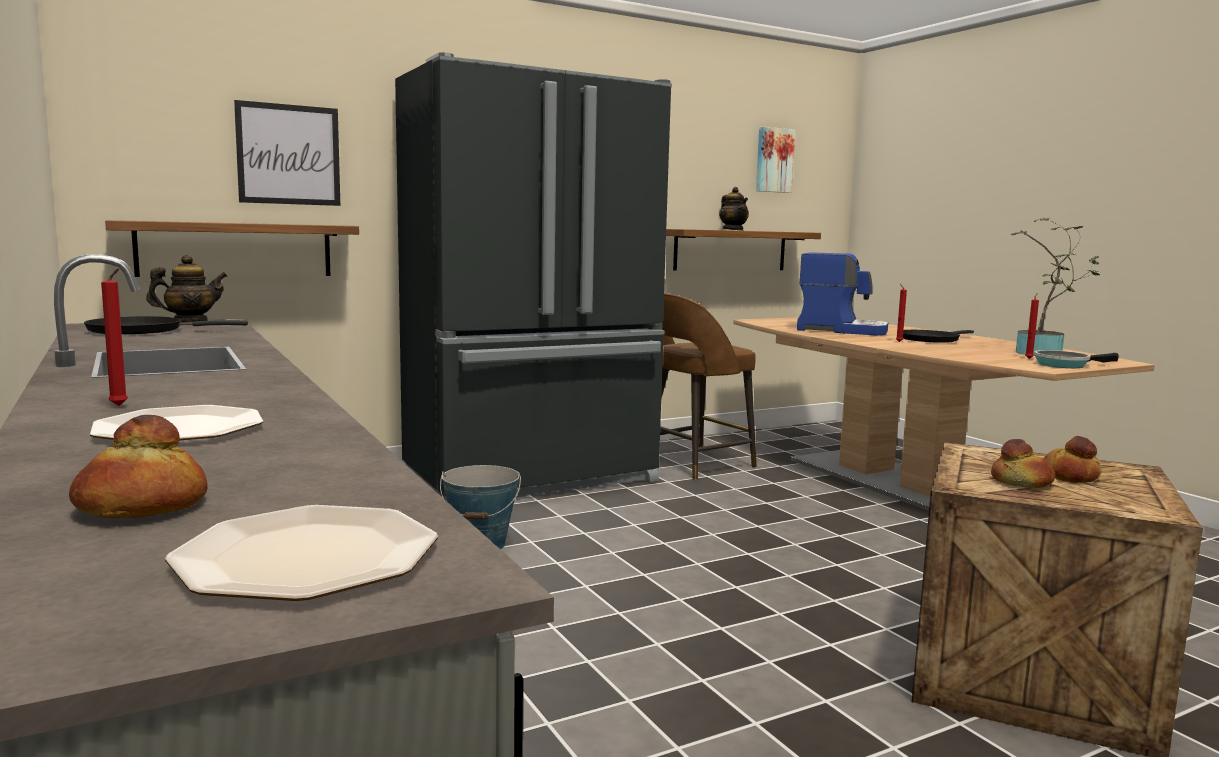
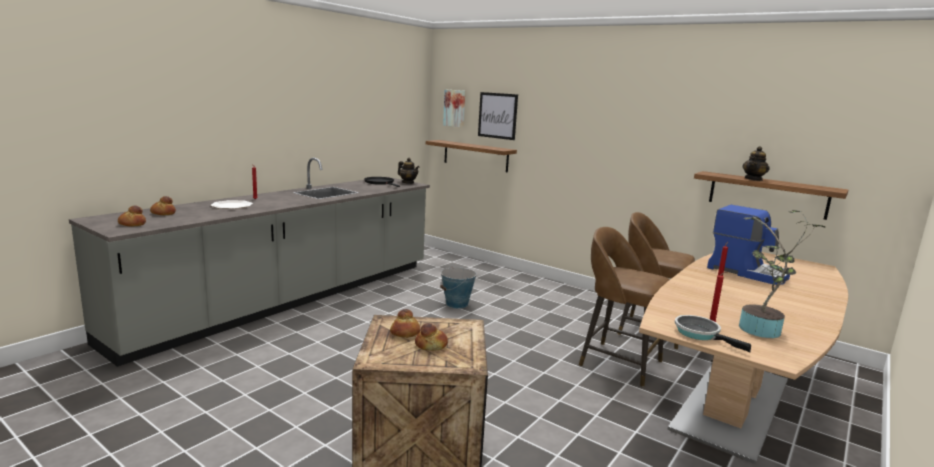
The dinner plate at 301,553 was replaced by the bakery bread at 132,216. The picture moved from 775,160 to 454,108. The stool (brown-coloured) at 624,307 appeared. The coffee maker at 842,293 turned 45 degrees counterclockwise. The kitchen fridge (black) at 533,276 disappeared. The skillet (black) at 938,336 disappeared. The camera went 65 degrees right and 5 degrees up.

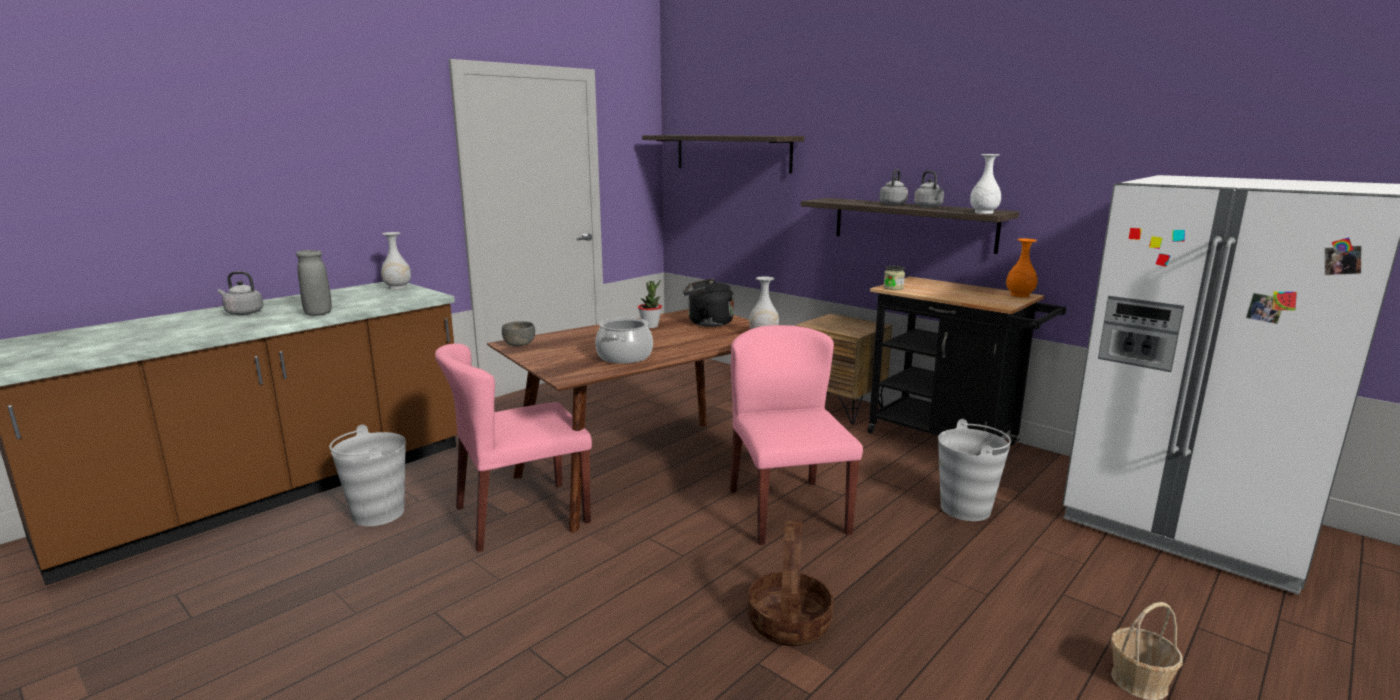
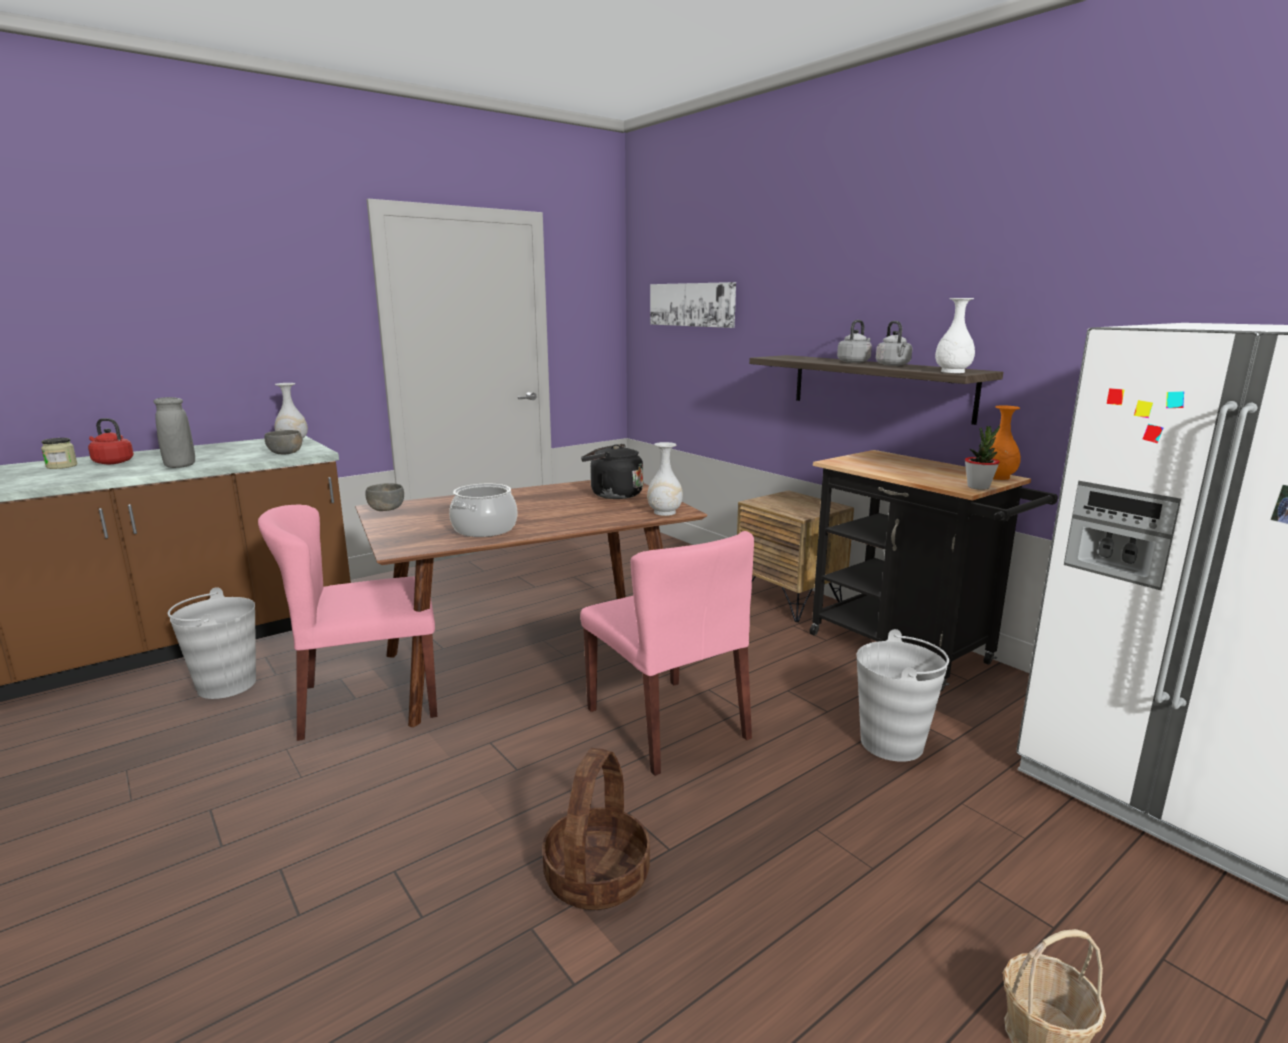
The preserve jar moved from 894,278 to 59,453. The tea kettle (gray) at 241,293 became the tea kettle (red) at 111,441. The bowl (gray) at 283,442 appeared. The plain chair (pink-coloured) at 796,435 turned 150 degrees clockwise. The wall shelf at 723,154 was replaced by the picture at 693,305. The houseplant moved from 650,304 to 982,457. The camera went 10 degrees right and 0 degrees up.

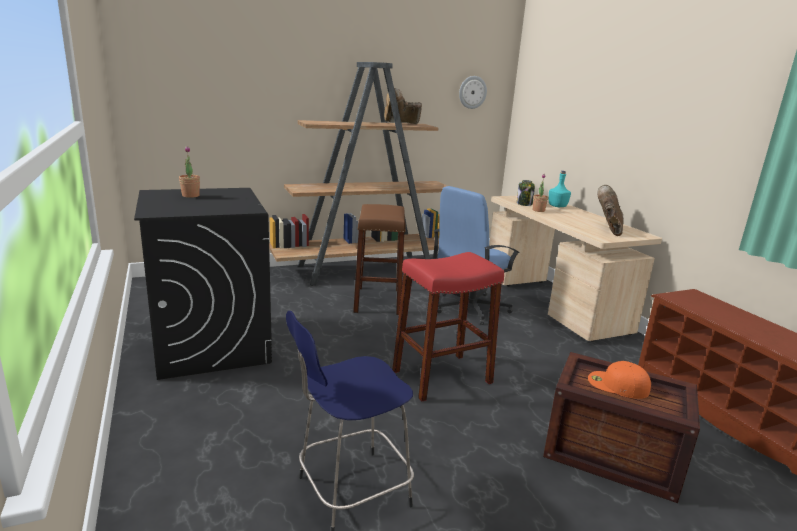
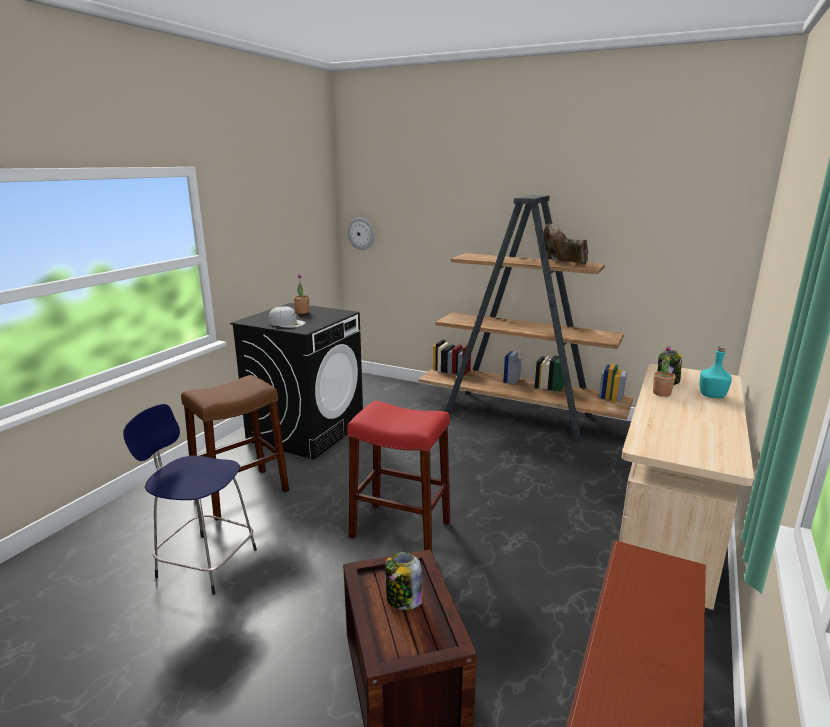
The stool (brown-coloured) moved from 379,259 to 235,448. The peaked cap (white-coloured) at 286,317 appeared. The wall clock moved from 473,92 to 361,234. The peaked cap (orange-coloured) at 619,380 was replaced by the preserve jar at 404,581. The office chair (bluish) at 476,255 disappeared. The tall boot (brown-coloured) at 610,210 disappeared. The camera went 50 degrees right and 0 degrees up.

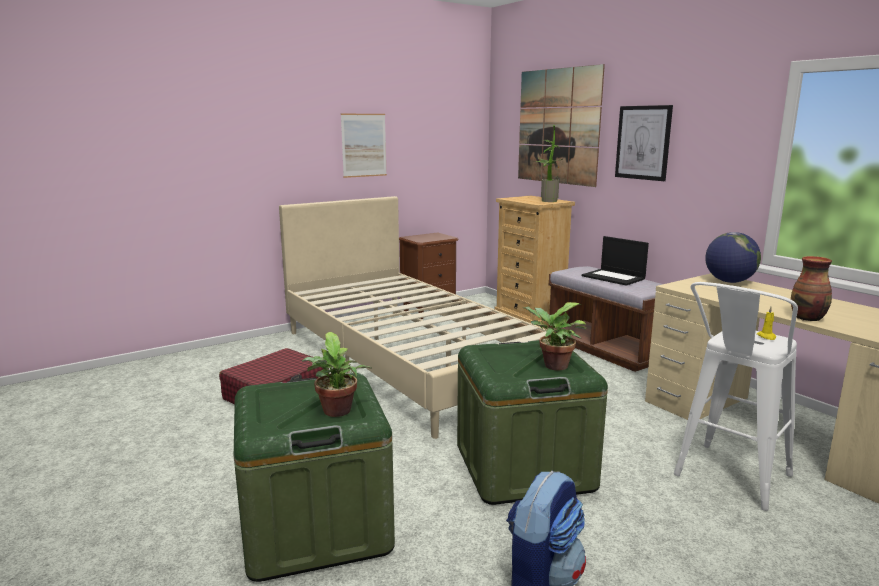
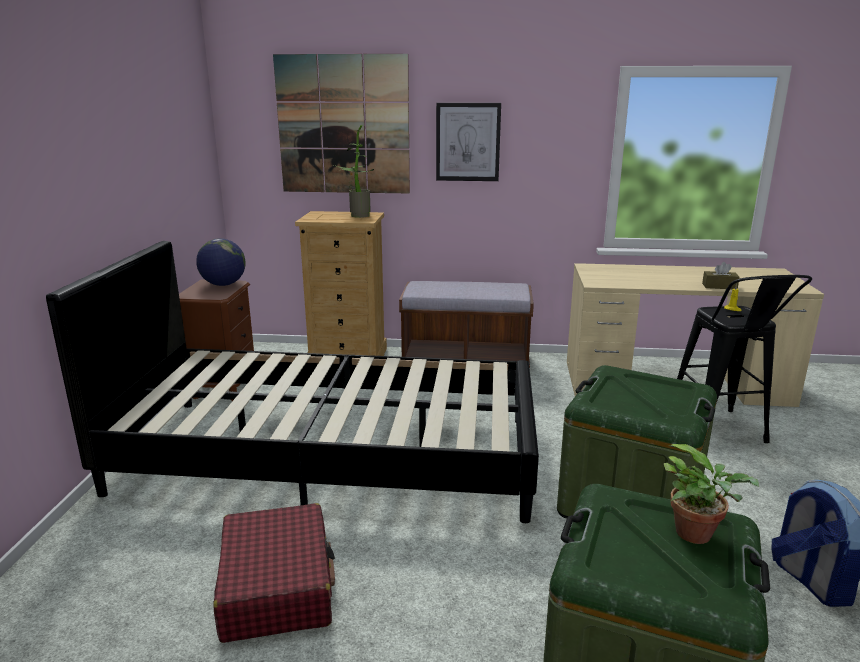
The bedroom bed (beige) at 415,317 became the bedroom bed (black) at 292,382. The world globe moved from 733,257 to 221,262. The stool (white-coloured) at 736,396 became the stool (black) at 744,359. The flower vase at 811,288 was replaced by the box of tissues (brown-coloured) at 721,275. The picture at 364,146 disappeared. The houseplant at 555,336 disappeared. The portable computer at 615,261 disappeared. The camera went 50 degrees left and 5 degrees up.

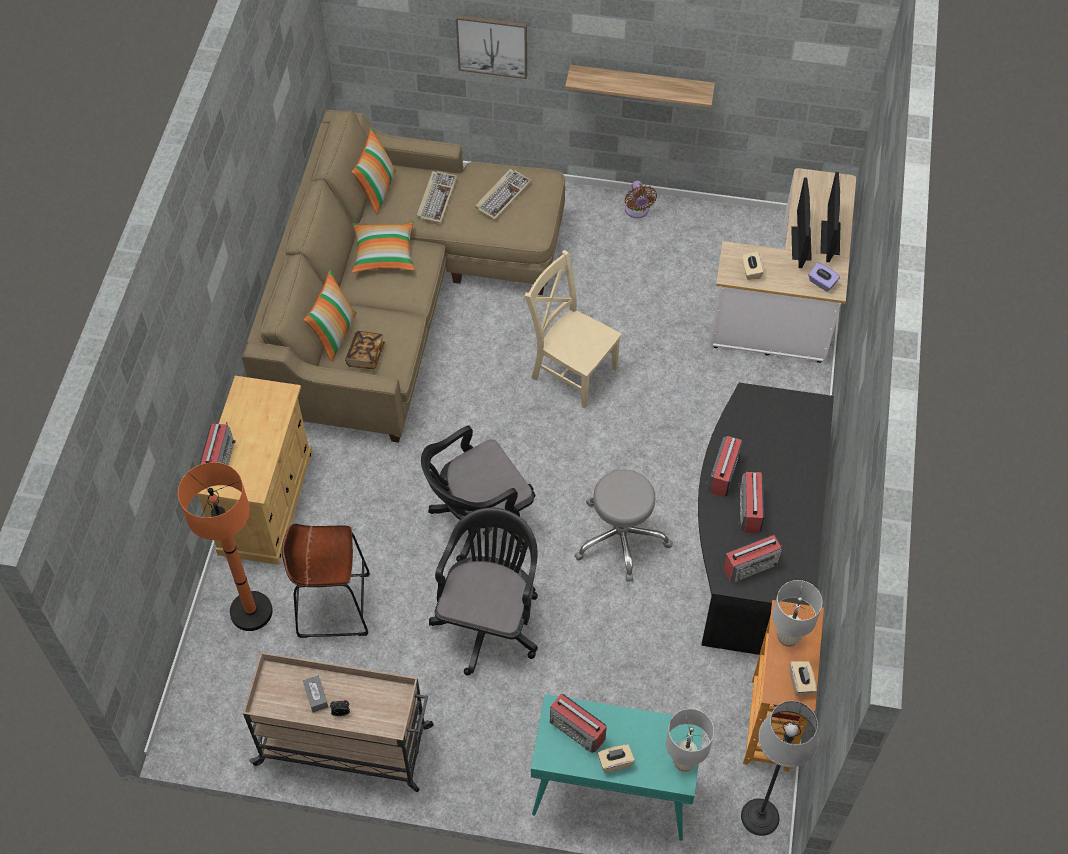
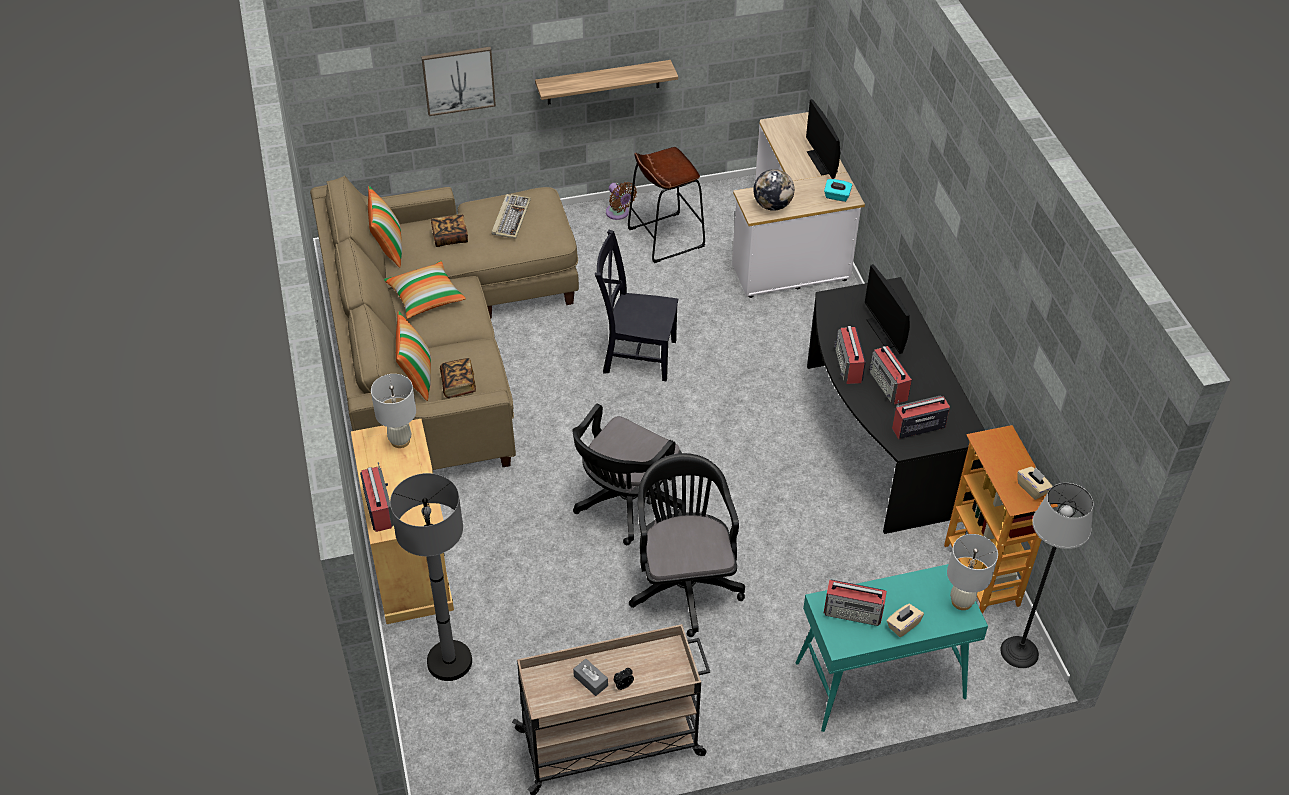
The lamp for a table (white-coloured) moved from 797,613 to 393,411. The standard lamp (orange-coloured) at 225,546 became the standard lamp (gray) at 431,577. The keyboard at 437,197 was replaced by the bound book at 449,231. The plain chair (beige) at 573,329 became the plain chair (black) at 636,305. The stool (brown-coloured) moved from 326,581 to 666,205. The box of tissues (beige) at 753,265 was replaced by the world globe at 773,190. The box of tissues (purple) at 824,277 became the box of tissues (turquoise) at 838,190. The computer display moved from 801,222 to 887,309. The radio receiver at 752,559 turned 150 degrees counterclockwise. The stool (gray) at 623,526 disappeared. The camera went 25 degrees left and 10 degrees down.

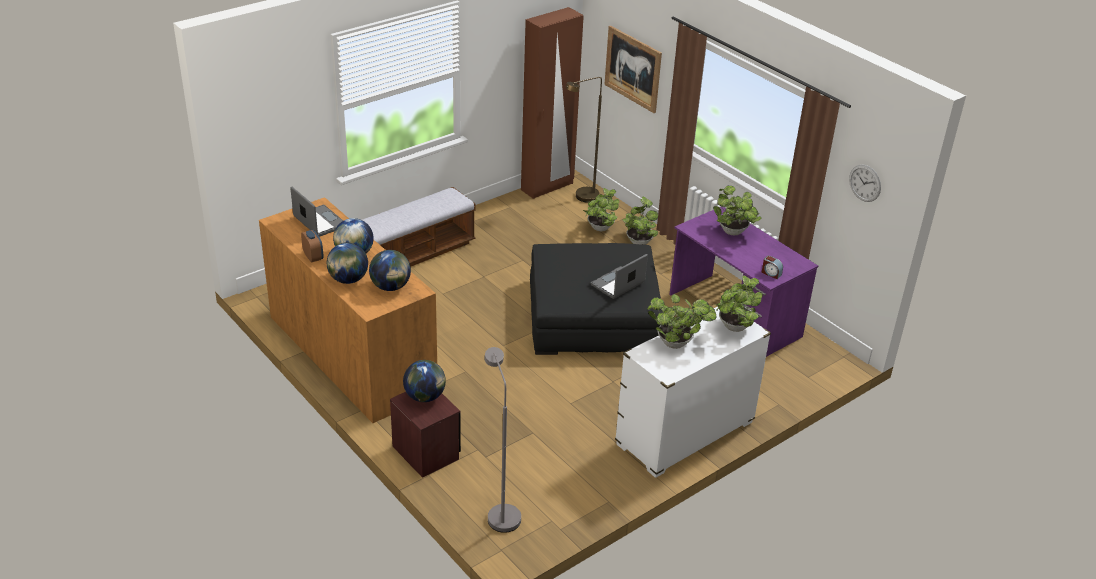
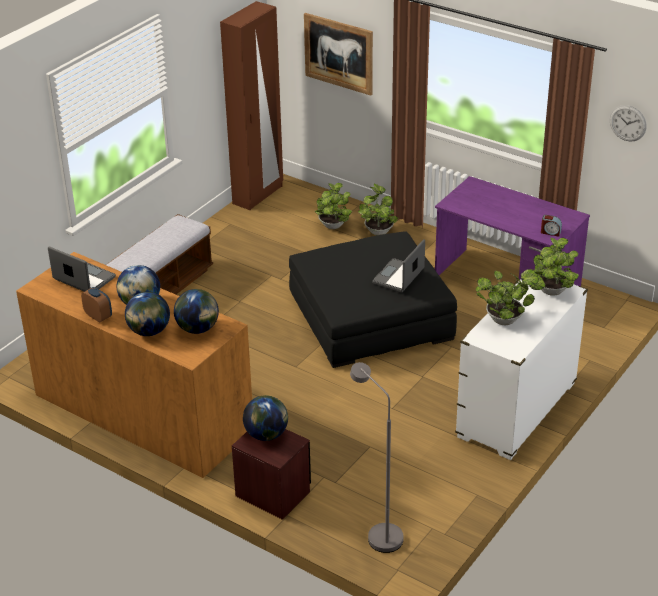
The standard lamp (brown-coloured) at 584,140 disappeared. The houseplant at 737,210 disappeared. The camera went 15 degrees left and 0 degrees up.

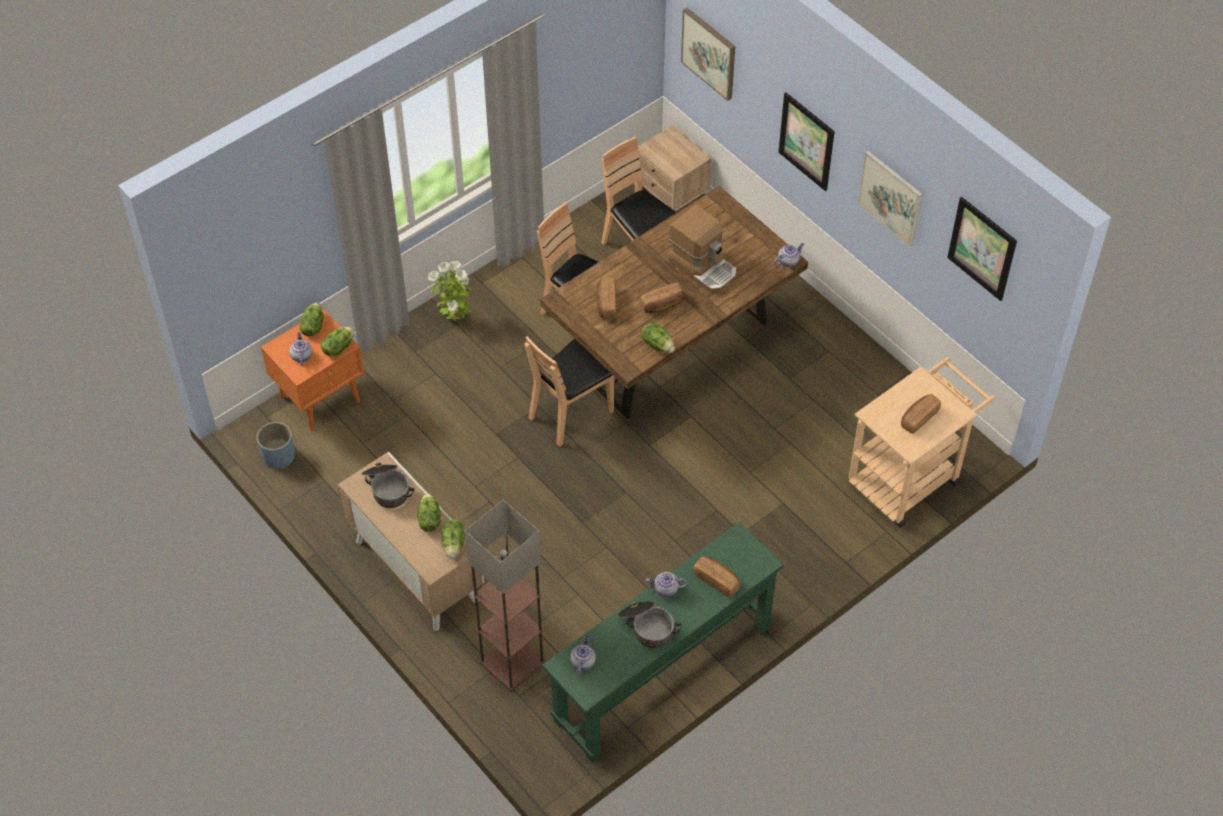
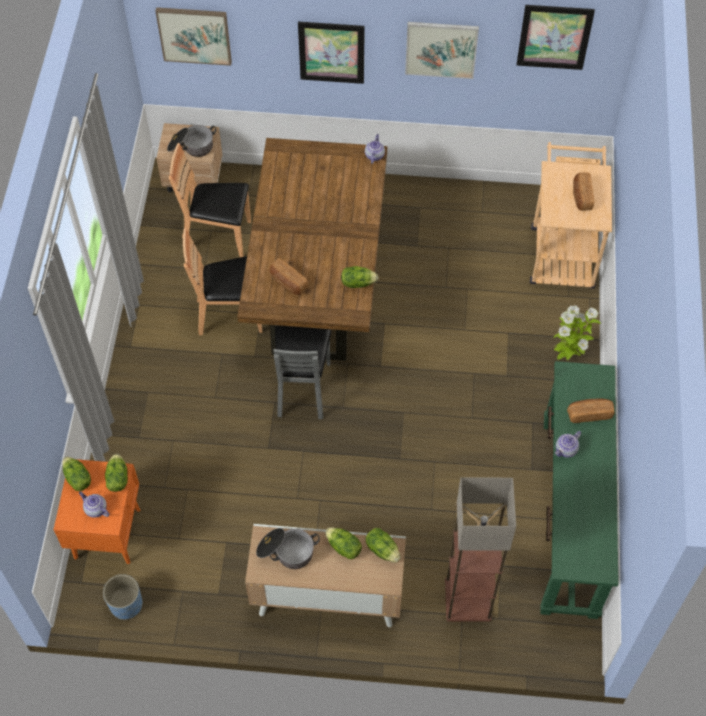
The stockpot moved from 650,624 to 191,141. The plain chair (brown-coloured) at 569,391 became the plain chair (gray) at 302,372. The houseplant moved from 449,291 to 577,333. The pot for tea at 583,656 disappeared. The bakery bread at 662,298 disappeared. The coffee maker at 702,249 disappeared. The camera went 45 degrees left and 5 degrees up.

